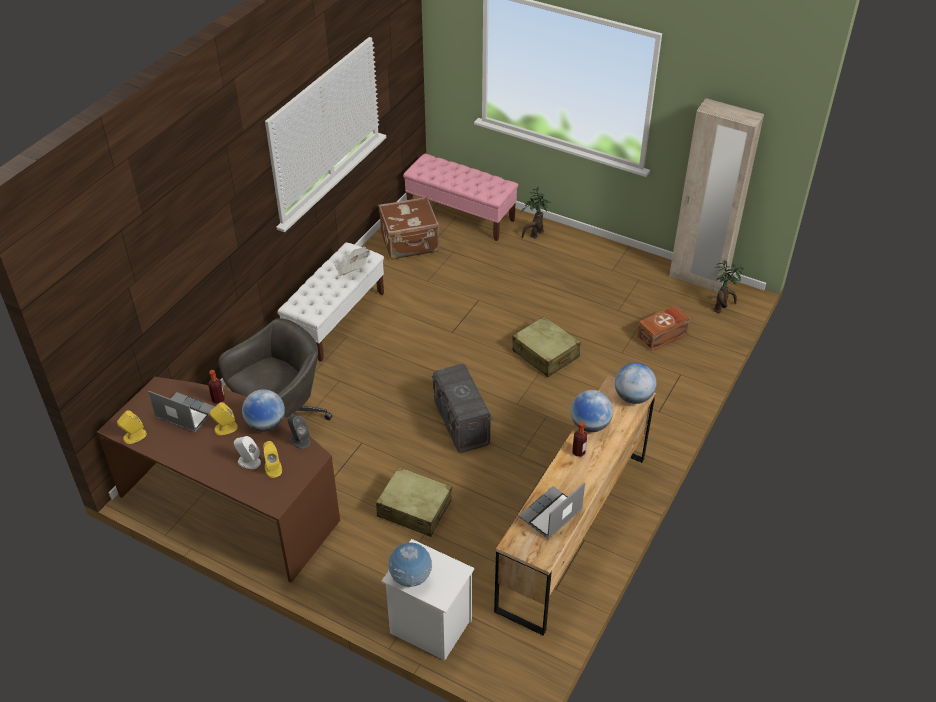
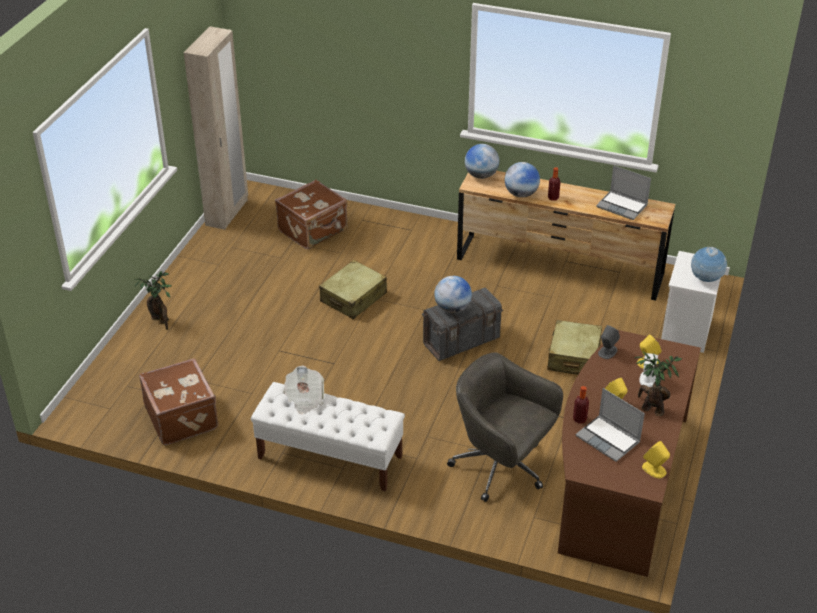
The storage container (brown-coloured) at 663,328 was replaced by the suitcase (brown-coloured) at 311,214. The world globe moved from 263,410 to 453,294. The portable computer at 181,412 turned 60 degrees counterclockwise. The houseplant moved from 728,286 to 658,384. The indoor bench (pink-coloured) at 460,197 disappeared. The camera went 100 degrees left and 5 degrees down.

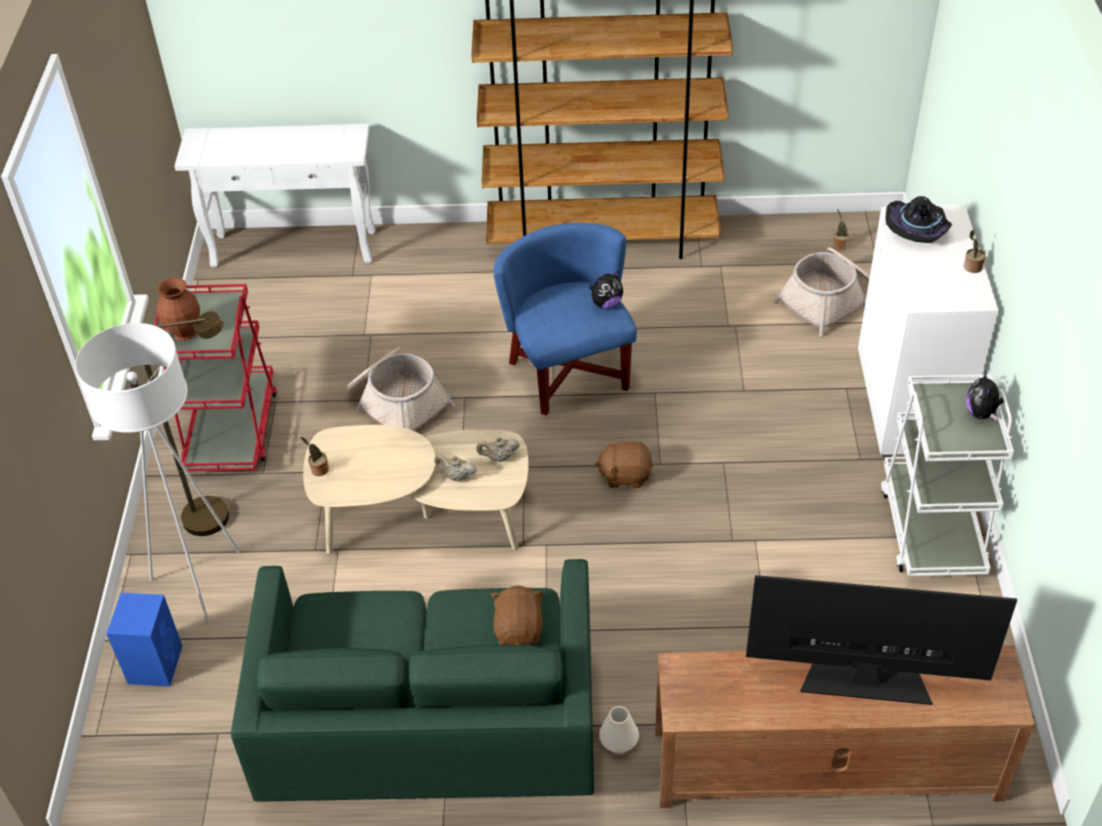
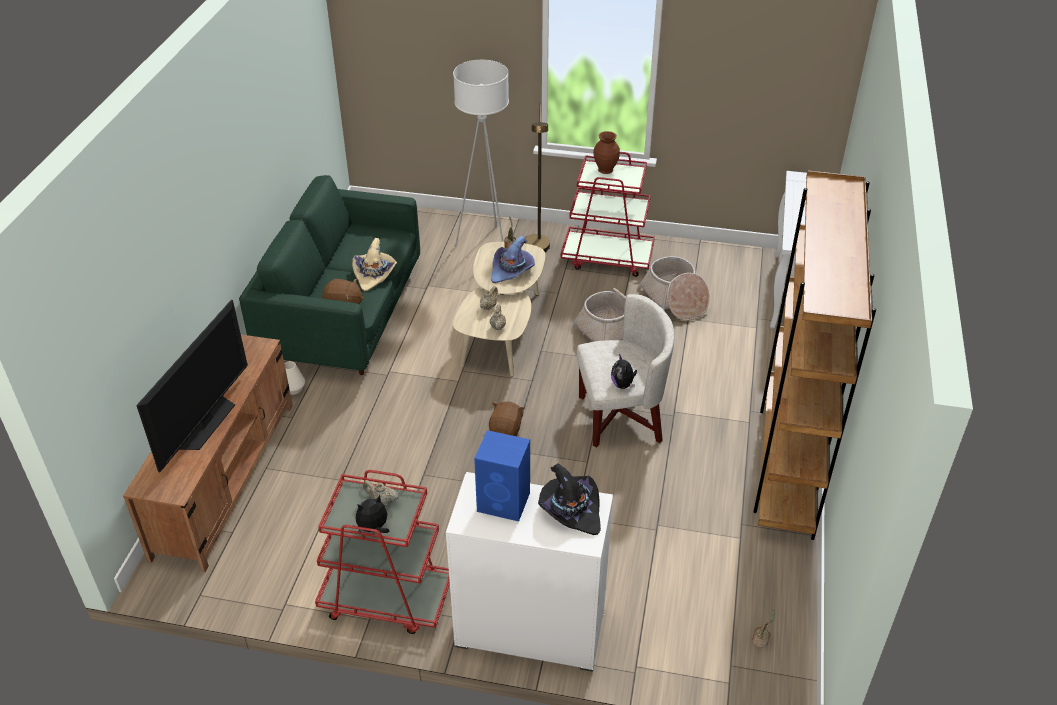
The wheeled cart (white-coloured) at 947,475 became the wheeled cart (red) at 382,552. The hat (beige) at 374,264 appeared. The soft toy at 985,395 turned 45 degrees counterclockwise. The pot for tea (beige) at 381,492 appeared. The speaker (bluish) moved from 144,640 to 502,476. The hat (purple) at 513,259 appeared. The lounge chair (bluish) at 565,319 became the lounge chair (white-coloured) at 625,371. The storage basket moved from 822,292 to 673,288. The houseplant at 975,251 disappeared. The camera went 100 degrees right and 5 degrees down.

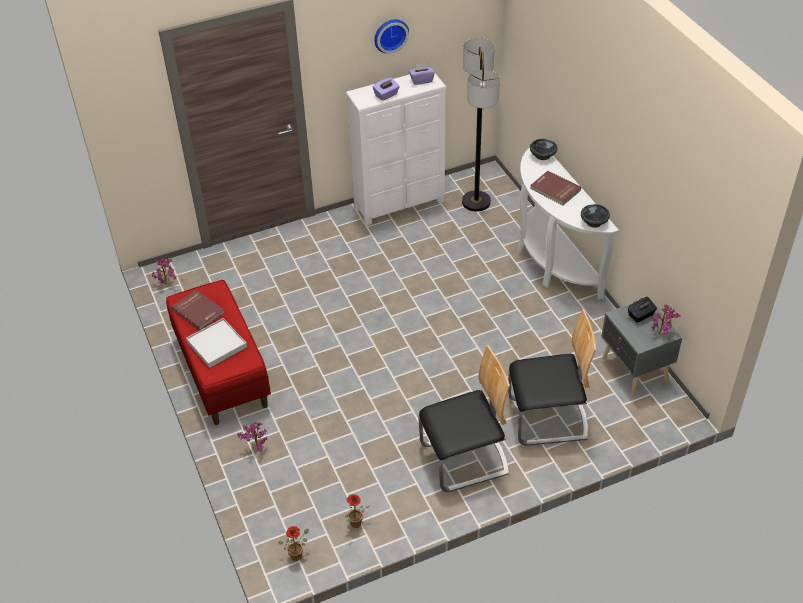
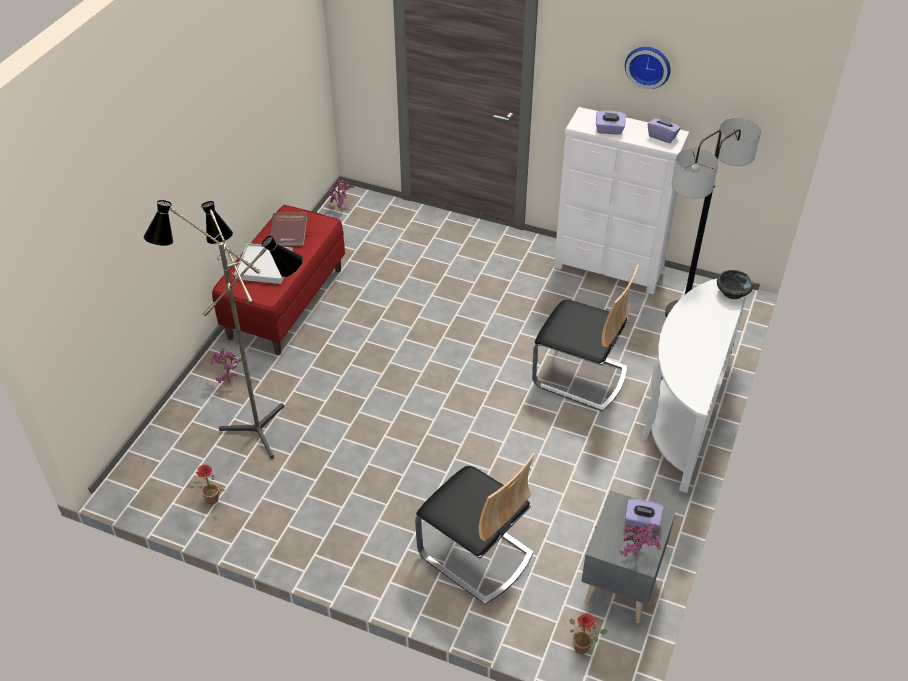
The standard lamp at 223,329 appeared. The plain chair moved from 464,418 to 585,338. The houseplant moved from 293,543 to 588,633. The box of tissues (black) at 642,310 became the box of tissues (purple) at 644,515. The bound book (red) at 555,188 disappeared. The bowl (black) at 595,216 disappeared. The camera went 45 degrees right and 0 degrees up.

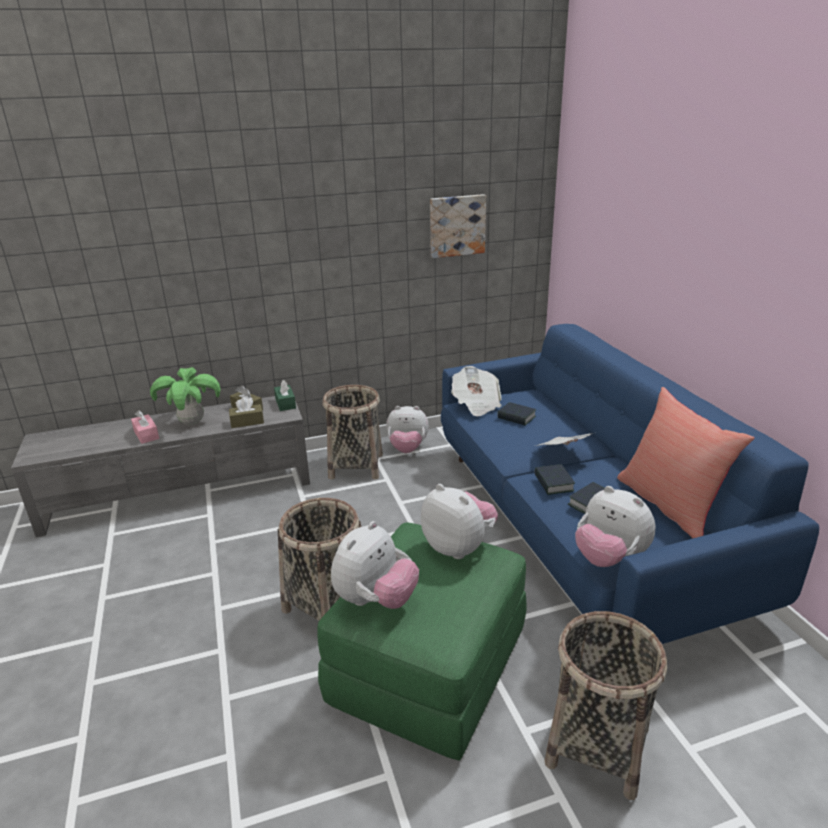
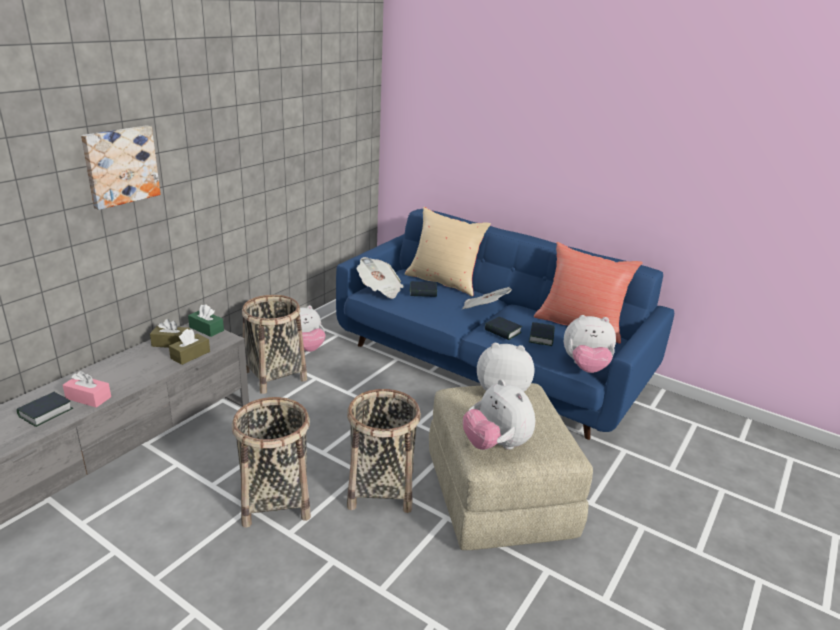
The bound book at 45,409 appeared. The picture moved from 458,226 to 121,167. The storage basket moved from 606,705 to 271,462. The cushion (beige) at 448,251 appeared. The footrest (greenish) at 422,642 became the footrest (beige) at 511,466. The soft toy at 375,565 turned 150 degrees clockwise. The houseplant at 185,396 disappeared. The camera went 40 degrees left and 0 degrees up.

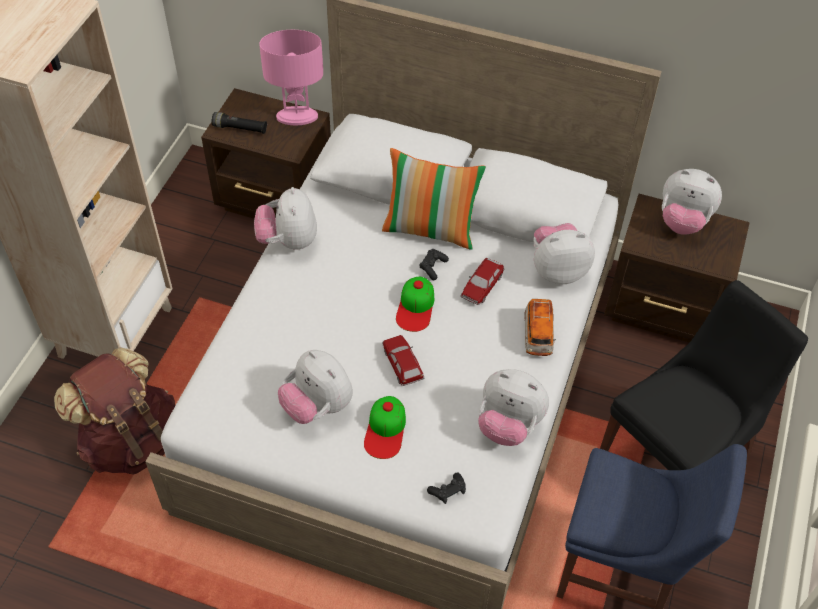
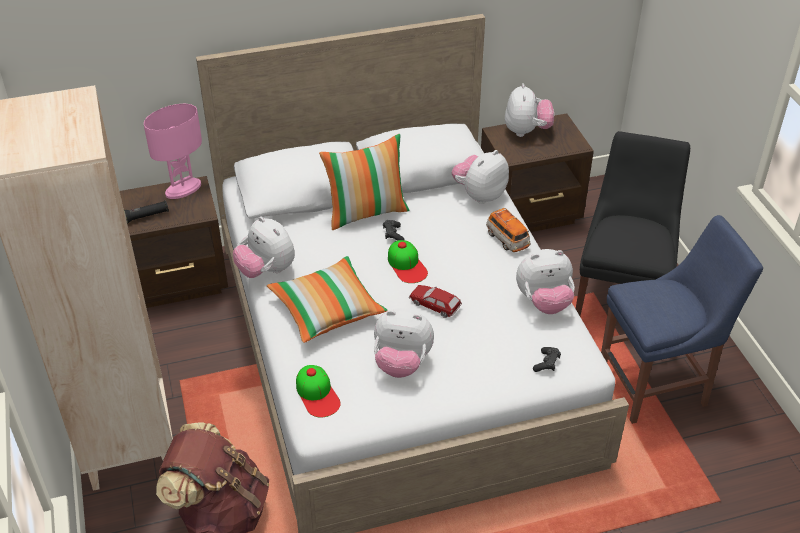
The cushion at 327,299 appeared. The peaked cap moved from 385,427 to 318,391. The soft toy at 692,202 turned 75 degrees counterclockwise. The miniature car at 482,281 disappeared. The camera went 35 degrees left and 10 degrees down.

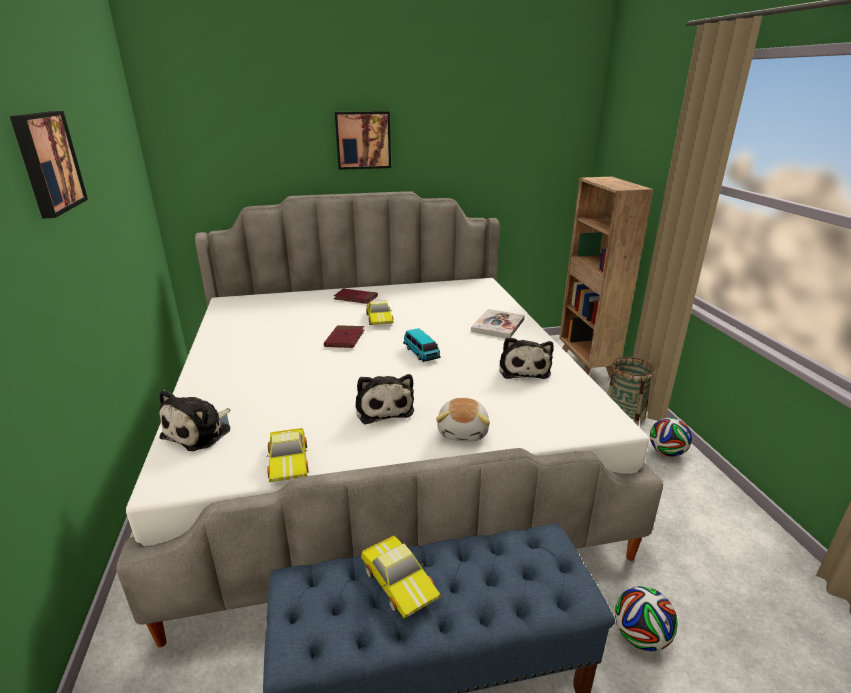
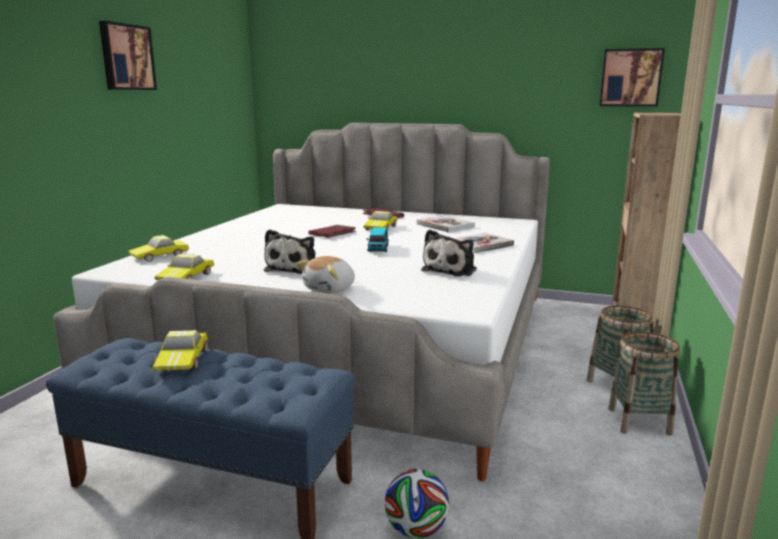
The soft toy at 195,420 was replaced by the miniature car at 158,248. The bound book at 446,224 appeared. The picture moved from 363,140 to 632,77. The football at 671,437 was replaced by the storage basket at 644,383. The camera went 30 degrees right and 10 degrees down.

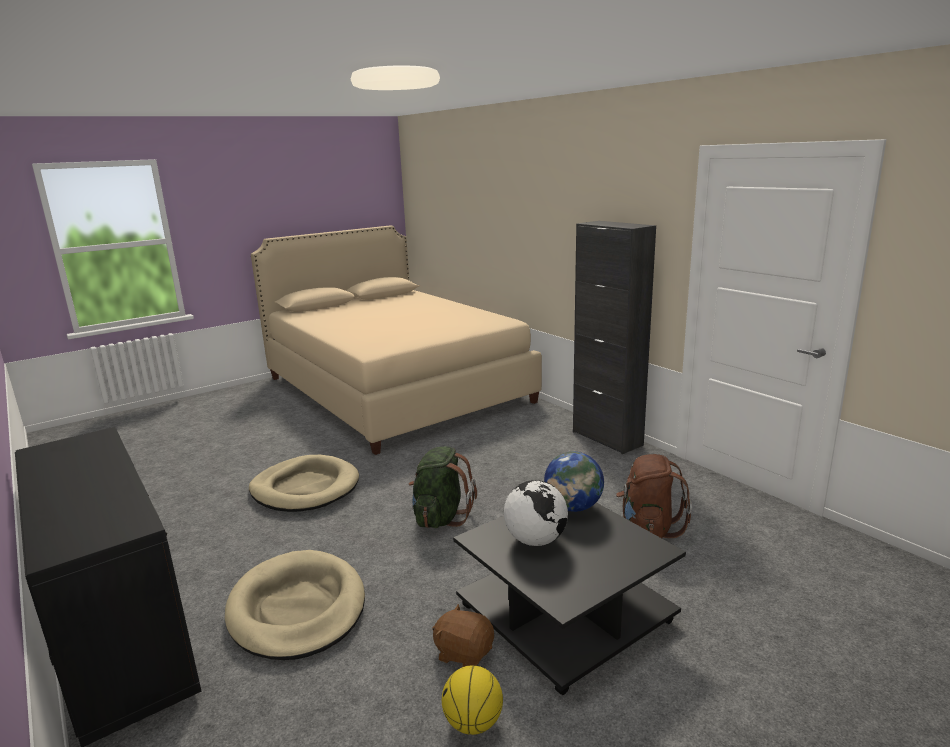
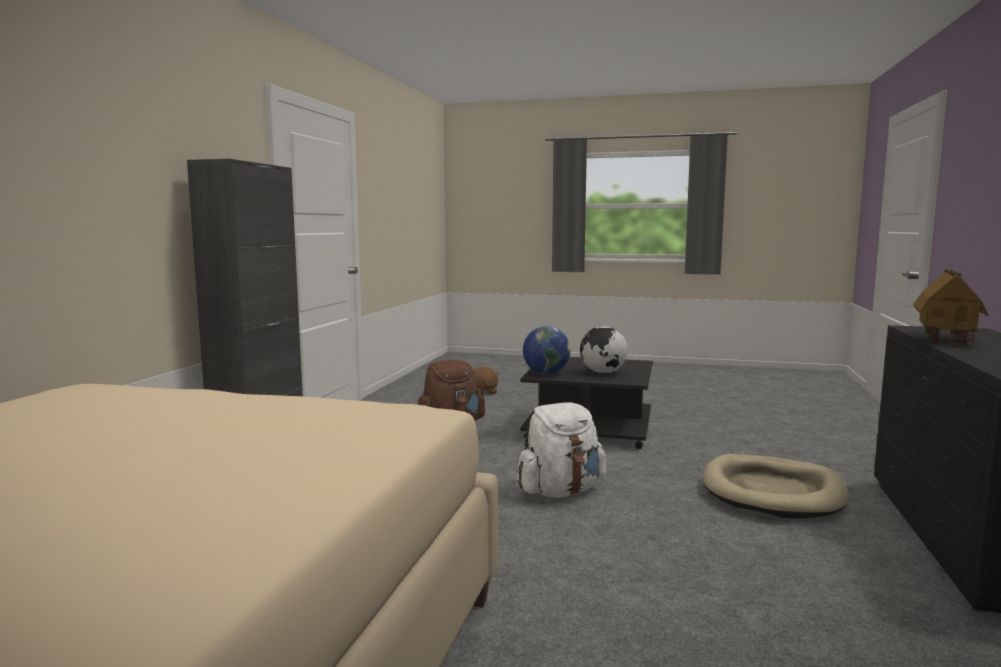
The soft toy (brown-coloured) moved from 463,635 to 486,380. The rucksack (greenish) at 443,487 became the rucksack (white-coloured) at 561,450. The model house at 950,309 appeared. The pet bed (beige) at 304,483 disappeared. The basketball at 472,700 disappeared. The camera went 130 degrees left and 10 degrees down.

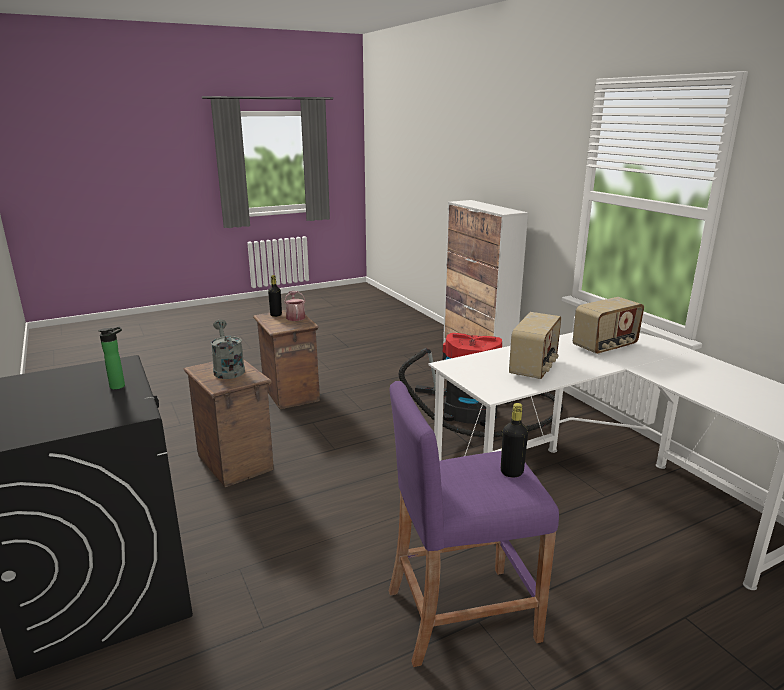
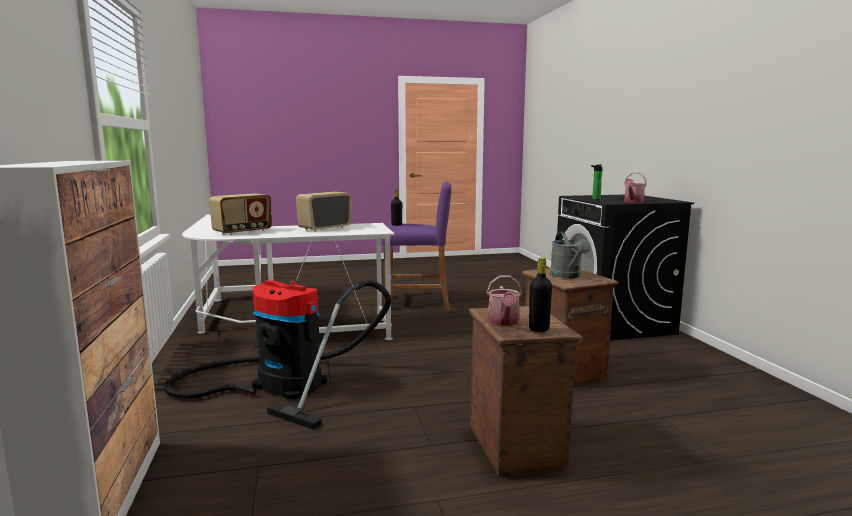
The radio receiver at 608,326 turned 150 degrees clockwise. The watering pot at 635,188 appeared. The camera went 165 degrees left and 10 degrees down.

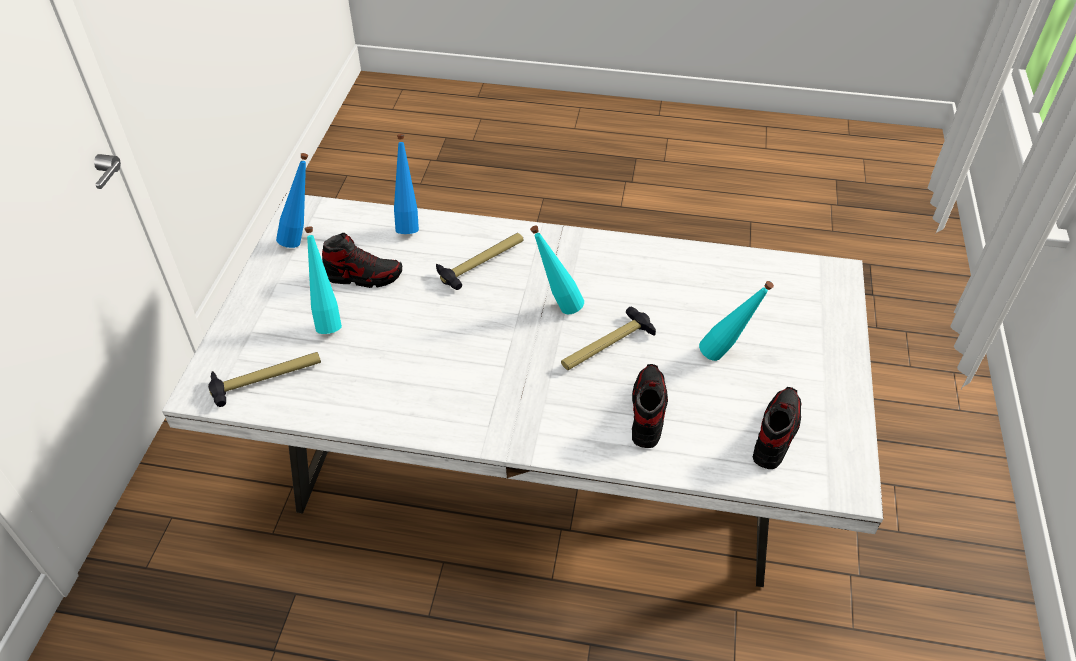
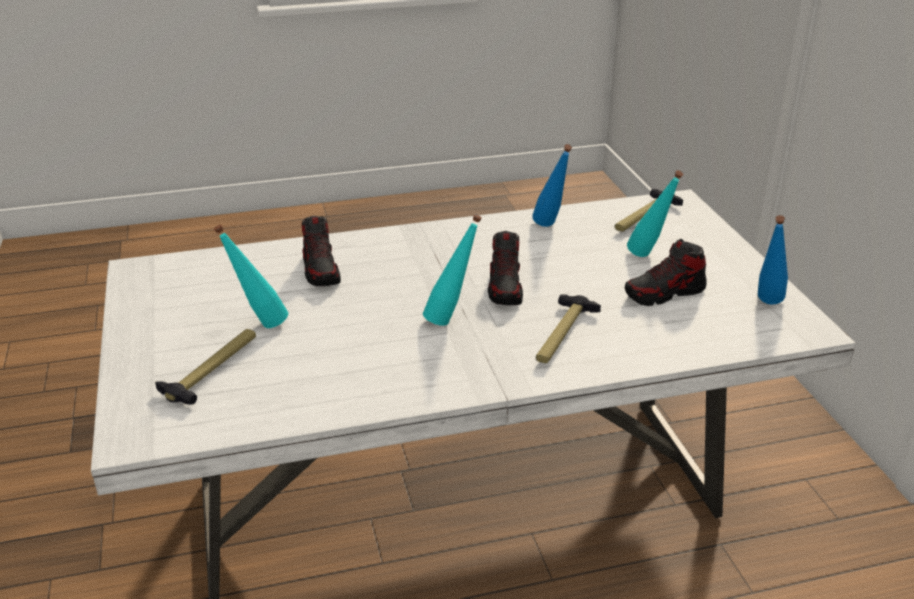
The hammer moved from 608,338 to 205,367. The shoe moved from 777,428 to 505,268. The drink bottle (bluish) moved from 406,184 to 552,185. The camera went 155 degrees right and 15 degrees down.

